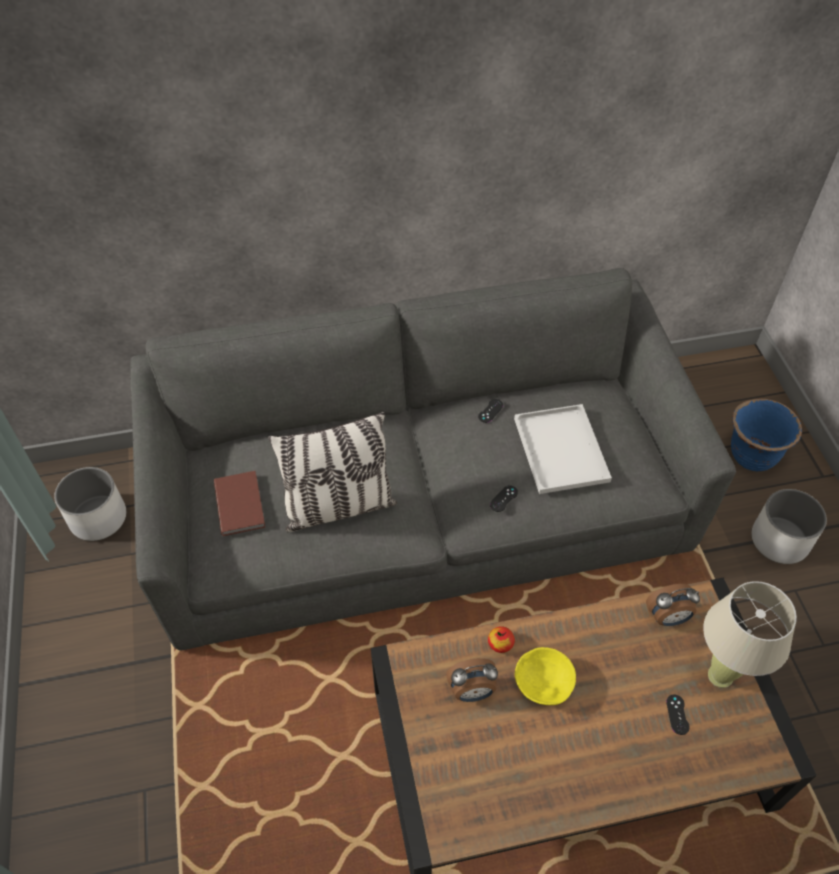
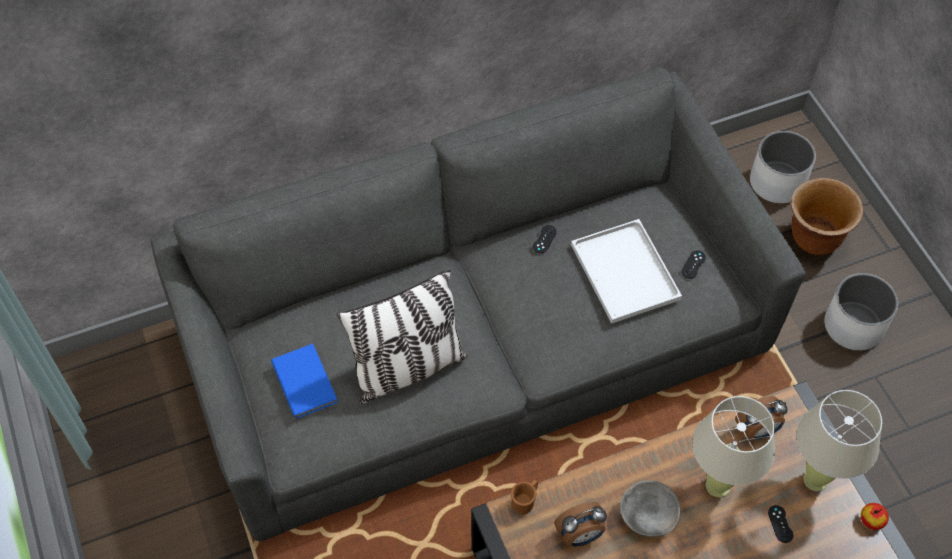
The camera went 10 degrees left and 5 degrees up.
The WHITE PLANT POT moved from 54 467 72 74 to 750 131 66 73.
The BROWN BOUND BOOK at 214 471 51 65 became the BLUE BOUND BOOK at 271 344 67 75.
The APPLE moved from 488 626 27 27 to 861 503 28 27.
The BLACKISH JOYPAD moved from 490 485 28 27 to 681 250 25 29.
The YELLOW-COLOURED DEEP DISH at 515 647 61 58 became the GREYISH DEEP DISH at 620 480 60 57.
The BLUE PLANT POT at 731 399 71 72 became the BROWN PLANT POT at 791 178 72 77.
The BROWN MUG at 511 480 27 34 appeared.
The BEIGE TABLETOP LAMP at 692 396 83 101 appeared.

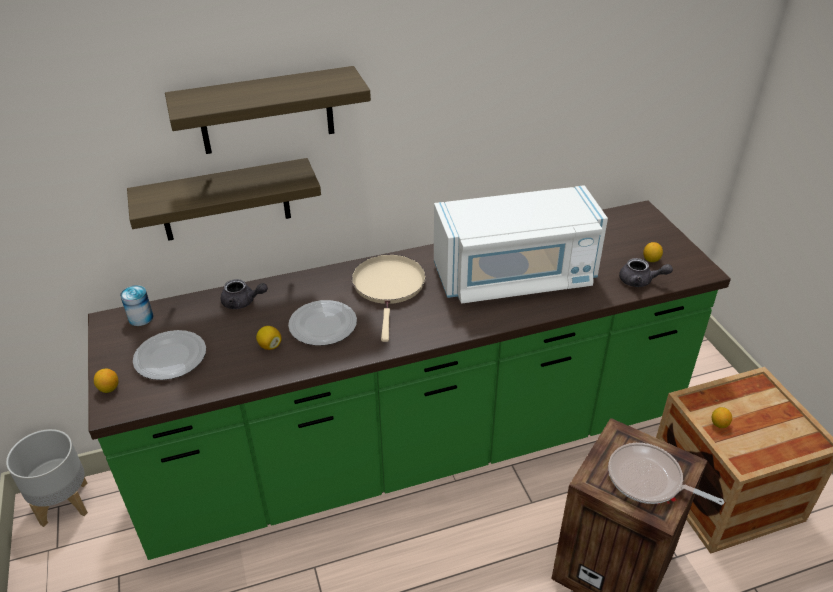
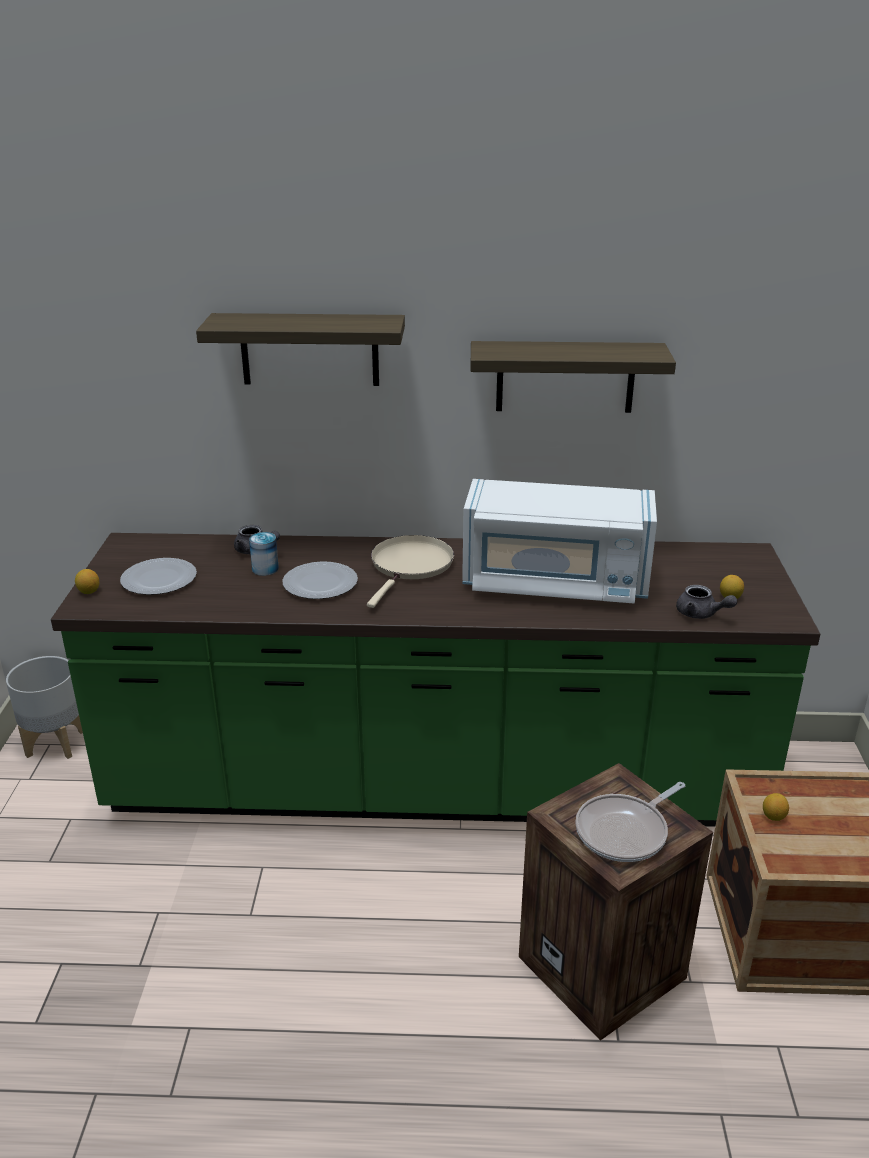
The camera went 20 degrees right and 10 degrees down.
The CAN moved from 120 285 33 41 to 249 532 30 44.
The BRACKET SHELF moved from 127 158 194 83 to 470 341 206 72.
The WHOLE LEMON at 256 326 26 24 disappeared.
The SKILLET at 608 443 116 62 turned 90 degrees counterclockwise.

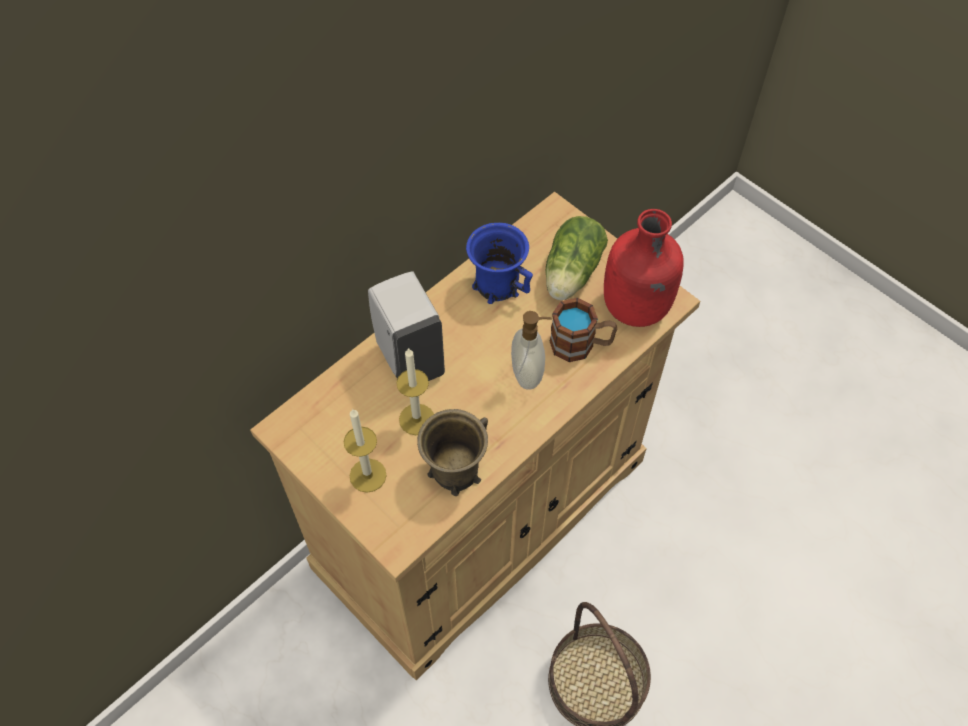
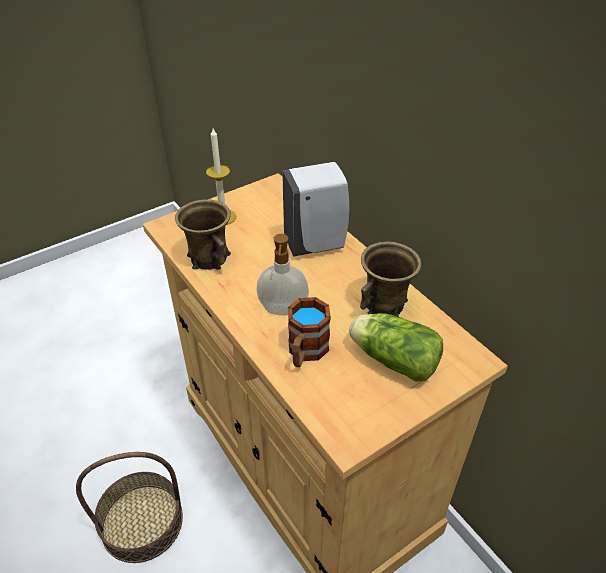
The camera went 100 degrees right and 15 degrees down.
The WAX LIGHT at 396 348 38 87 disappeared.
The BLUE MUG at 466 223 67 81 became the BROWN MUG at 360 242 62 75.
The REDDISH BEVERAGE BOTTLE at 604 209 80 118 disappeared.

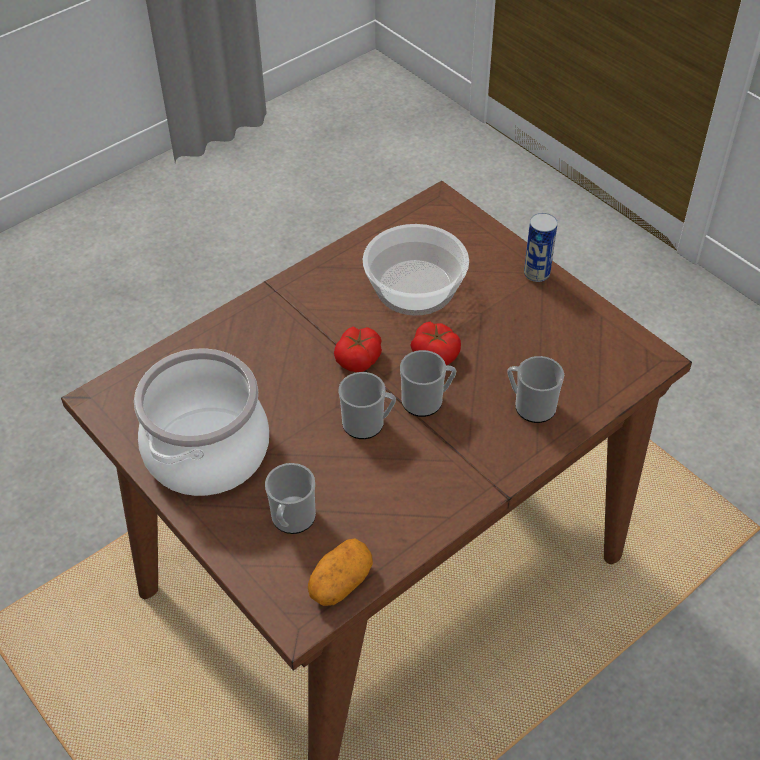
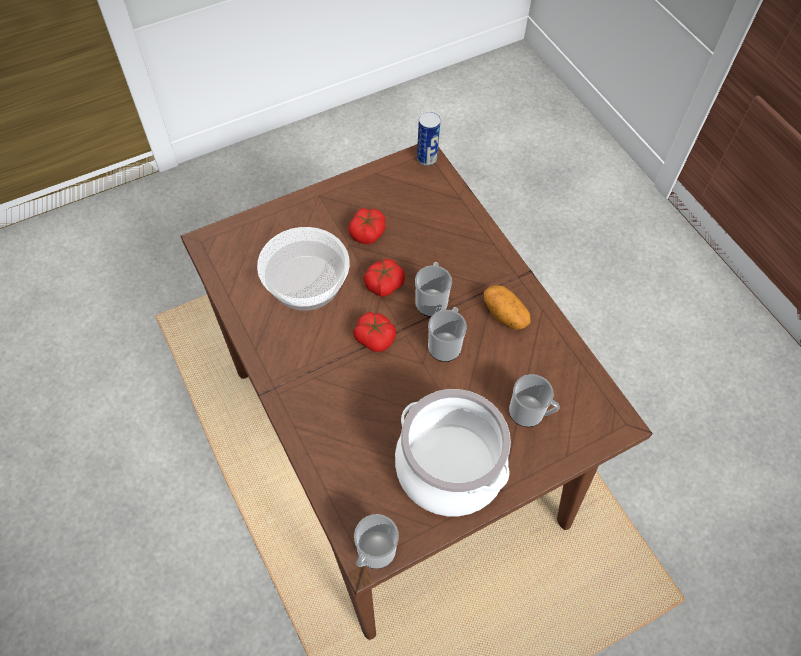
The camera went 80 degrees left and 10 degrees up.
The WHOLE POTATO moved from 308 538 65 68 to 484 285 47 45.
The MUG moved from 507 356 57 67 to 354 514 45 55.
The CAN moved from 524 213 34 69 to 417 112 23 54.
The TOMATO at 348 208 38 36 appeared.

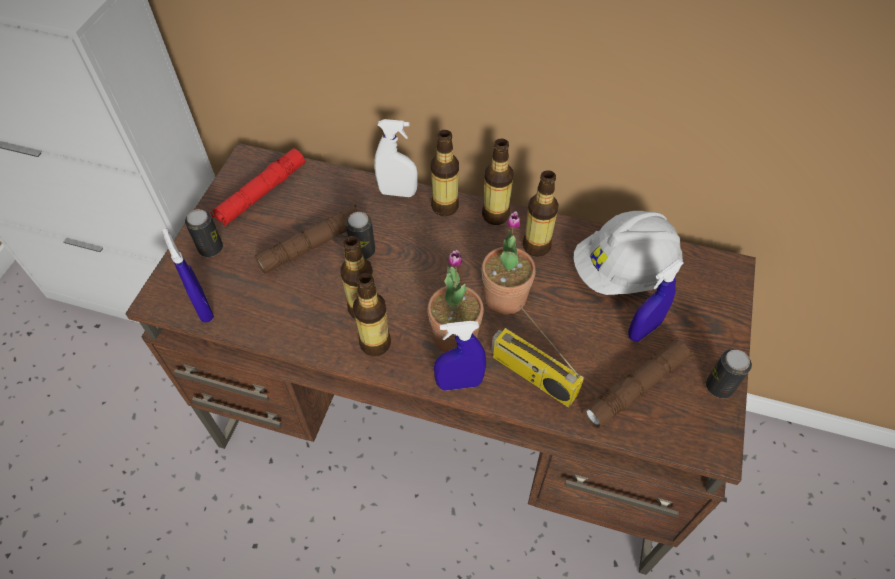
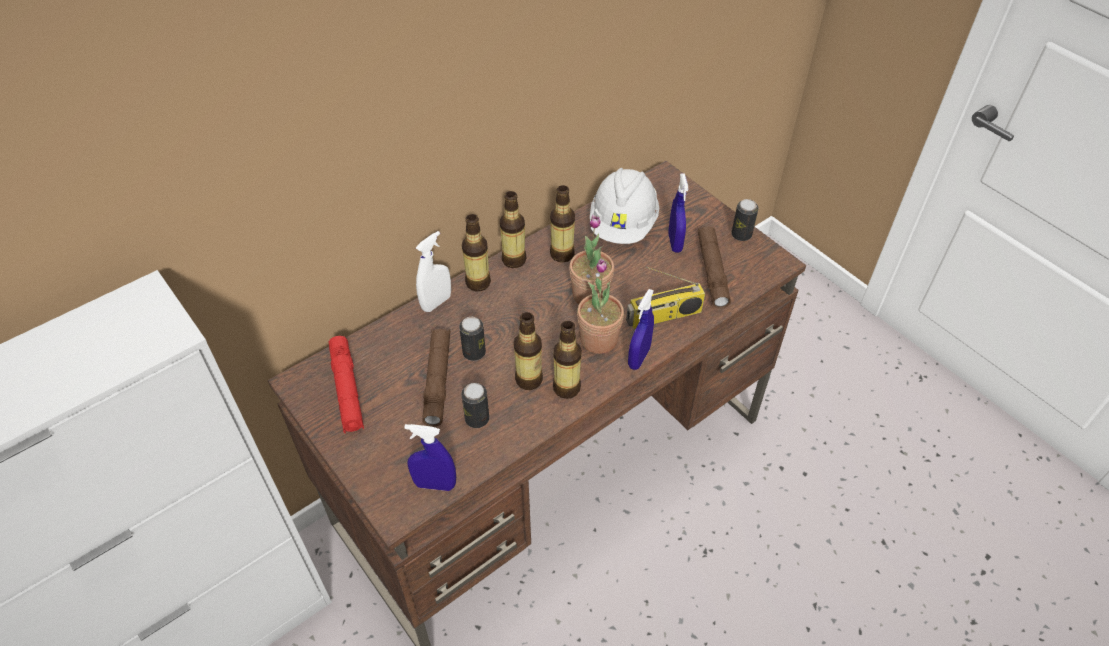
The camera went 55 degrees left and 5 degrees down.
The CAN moved from 185 209 38 48 to 461 383 28 45.

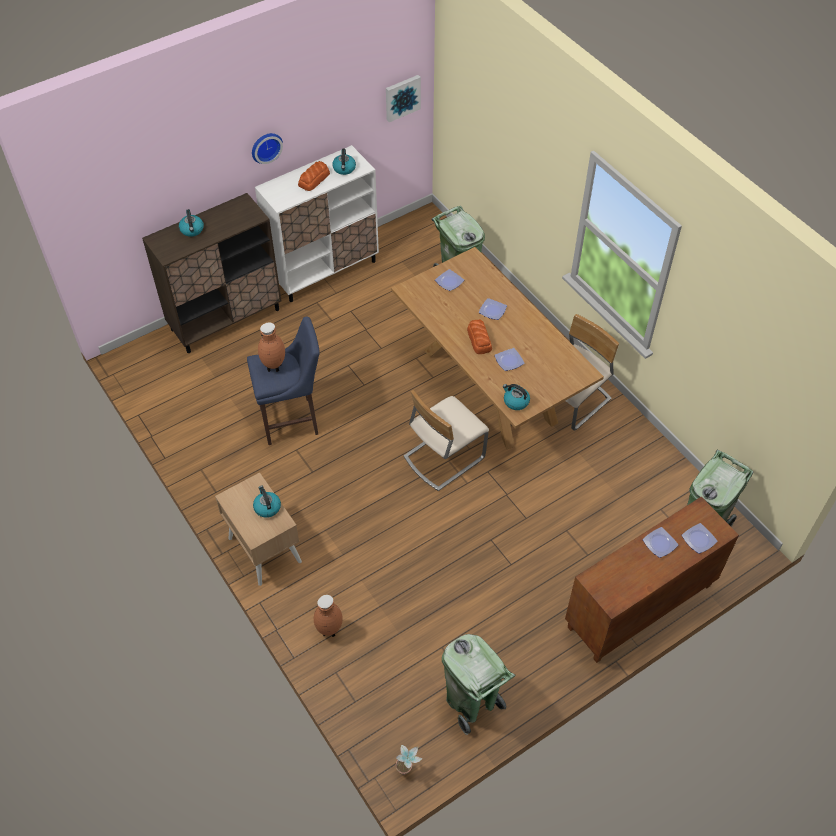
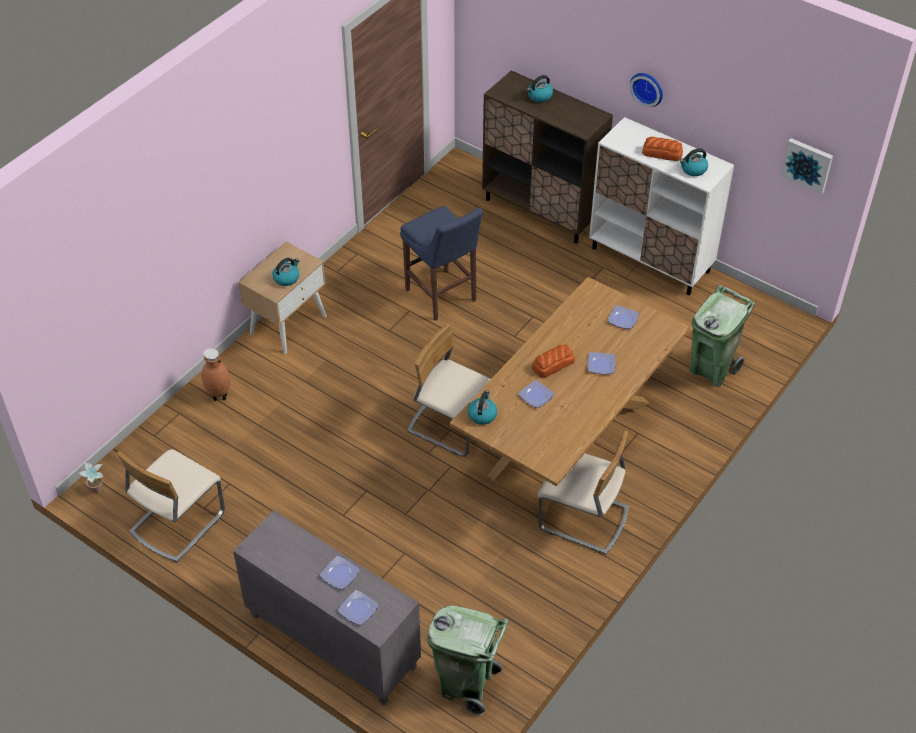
The camera went 70 degrees right and 5 degrees down.
The BROWN FLOWER VASE at 258 322 27 50 disappeared.
The GREEN-COLOURED TRASH CAN at 442 634 73 101 was replaced by the BEIGE UPRIGHT CHAIR at 117 449 108 113.
The BROWN CUPBOARD at 565 497 174 166 became the GREYISH CUPBOARD at 233 510 188 196.

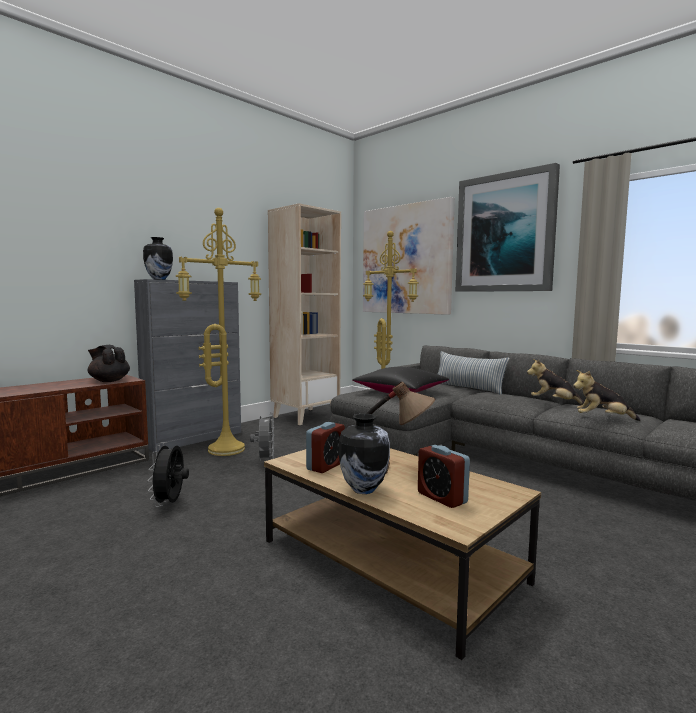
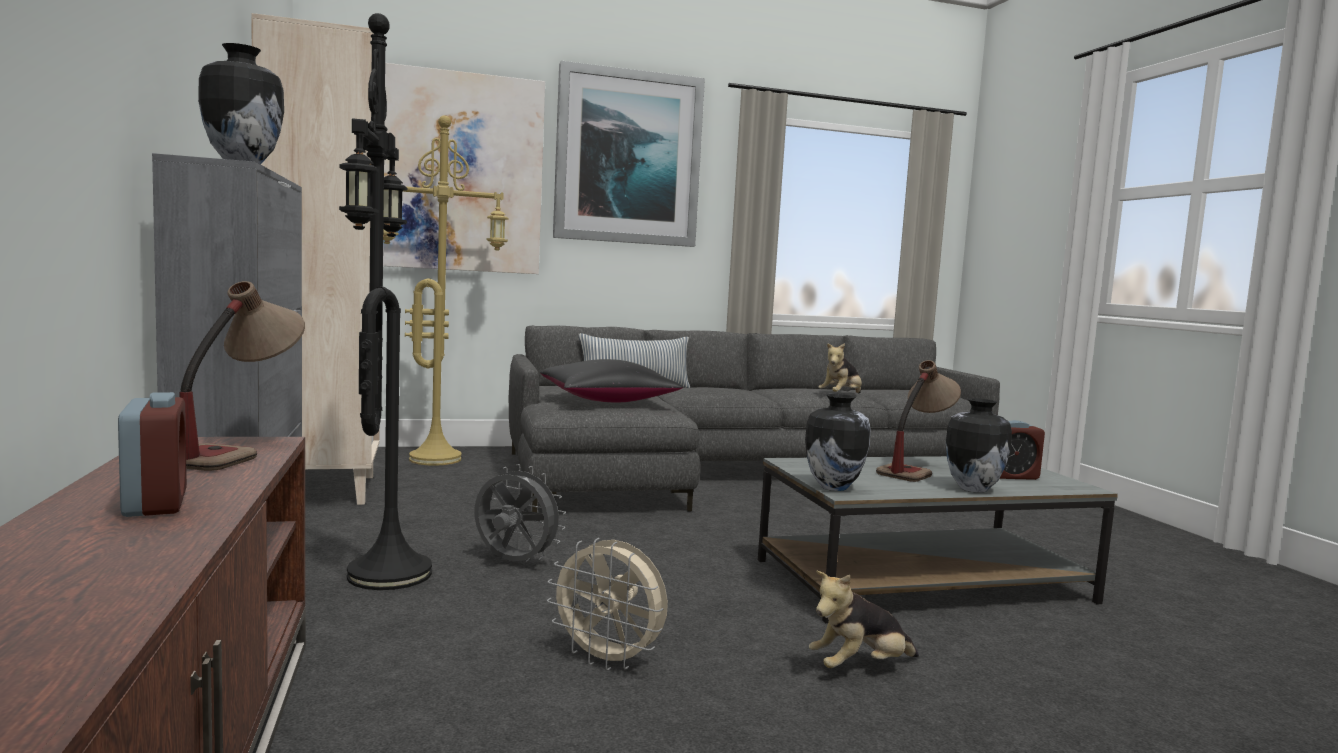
The camera went 60 degrees left and 0 degrees up.
The BLACKISH TEA POT at 88 345 42 37 was replaced by the TABLETOP LAMP at 179 281 126 190.
The BLACKISH COOLING FAN at 148 442 41 65 became the BEIGE COOLING FAN at 547 538 121 133.
The YELLOW-COLOURED STANDING LAMP at 176 208 85 248 became the BLACKISH STANDING LAMP at 339 13 93 577.
The BROWN LOW TABLE at 264 448 277 212 became the GREYISH LOW TABLE at 758 456 360 167.
The BEDSIDE CLOCK moved from 306 422 39 51 to 118 392 69 125.
The CUDDLY TOY moved from 527 359 62 48 to 809 571 110 97.
The FLOWER VASE at 805 394 66 97 appeared.

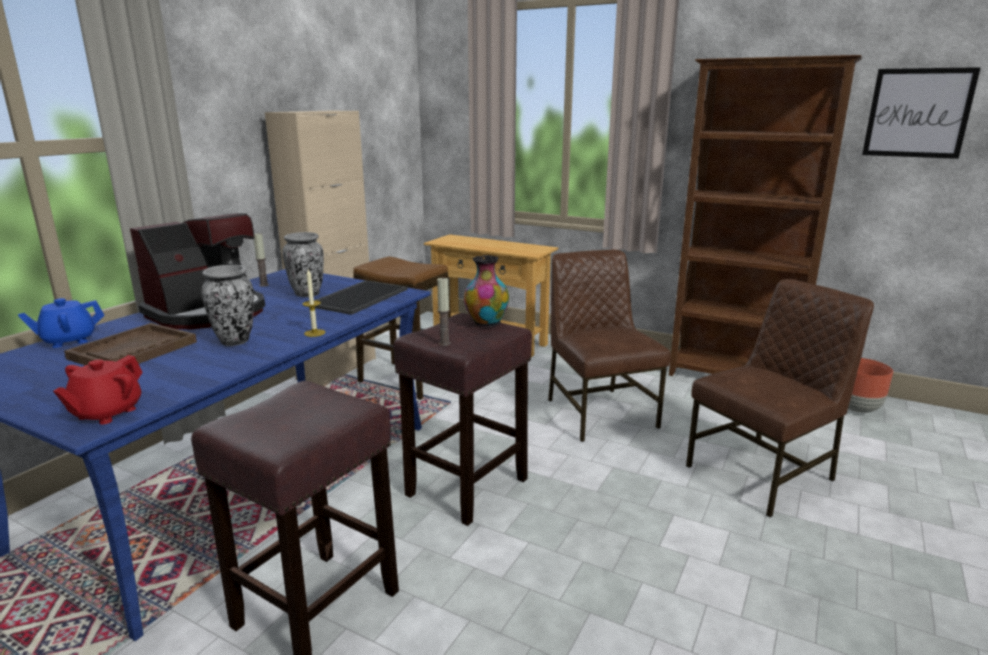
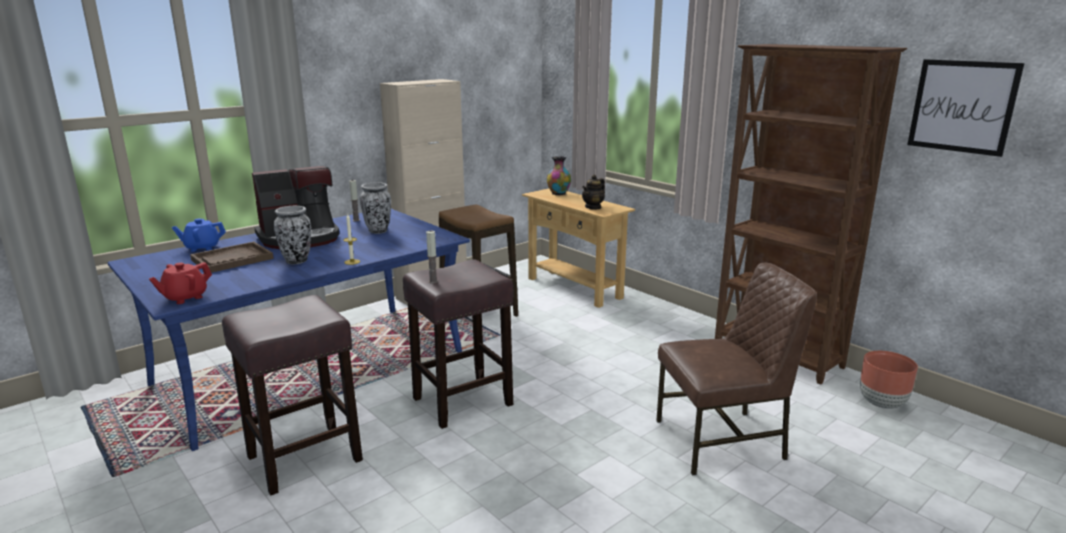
The camera went 20 degrees right and 0 degrees up.
The TRAY at 307 280 101 35 disappeared.
The FLOWER VASE moved from 464 255 45 72 to 547 156 24 39.
The BROWN UPRIGHT CHAIR at 548 250 123 192 disappeared.
The TEA POT at 582 174 23 36 appeared.

